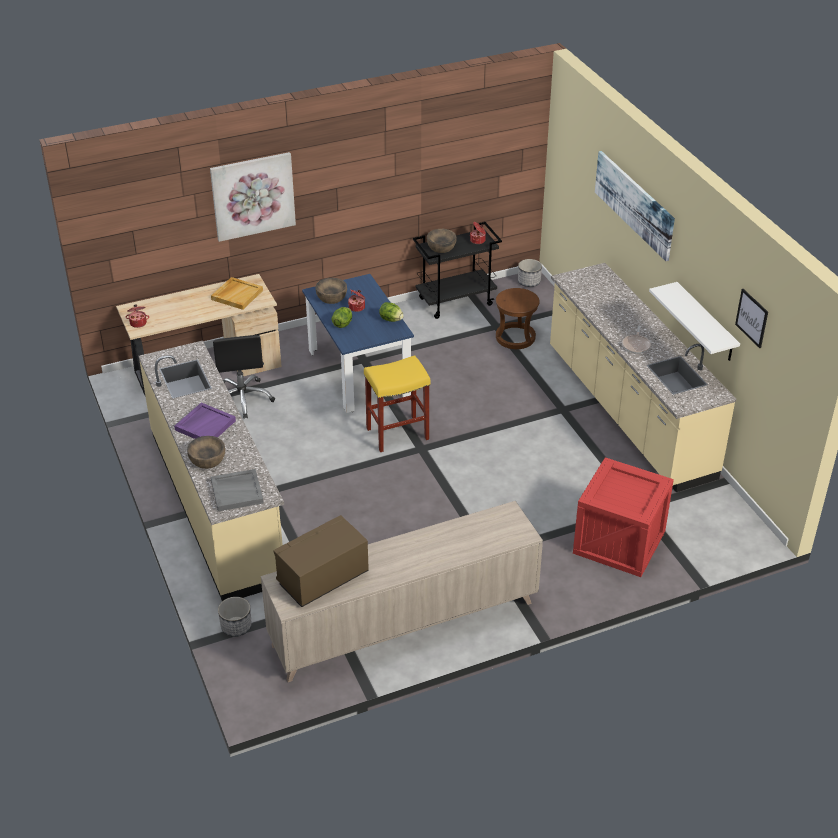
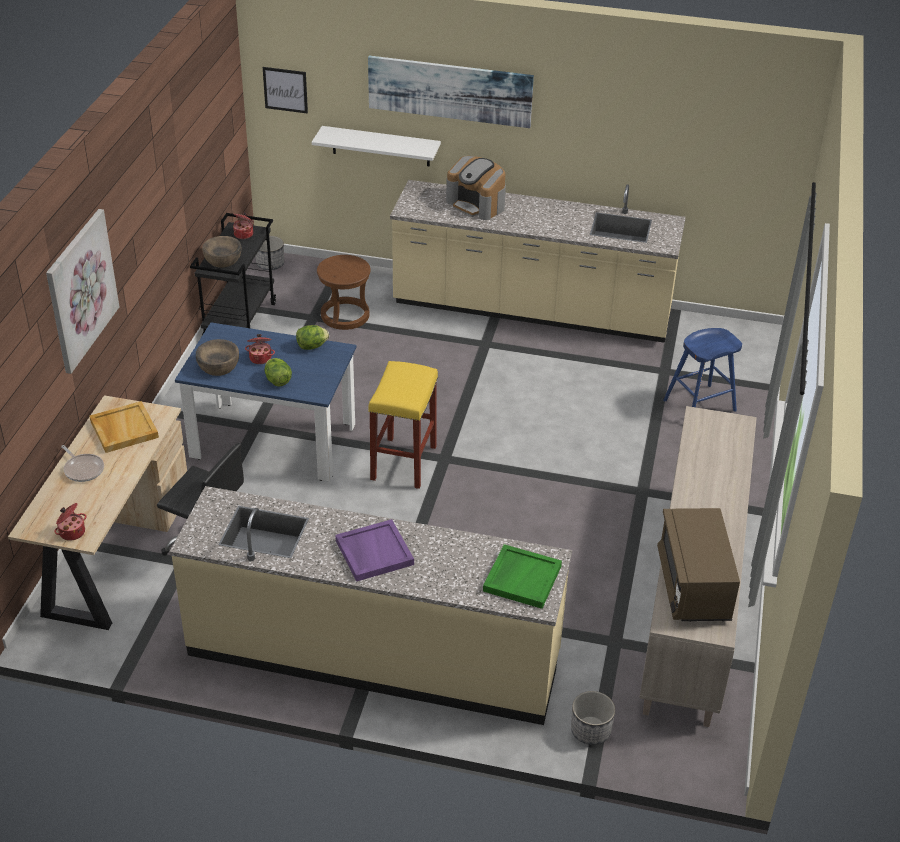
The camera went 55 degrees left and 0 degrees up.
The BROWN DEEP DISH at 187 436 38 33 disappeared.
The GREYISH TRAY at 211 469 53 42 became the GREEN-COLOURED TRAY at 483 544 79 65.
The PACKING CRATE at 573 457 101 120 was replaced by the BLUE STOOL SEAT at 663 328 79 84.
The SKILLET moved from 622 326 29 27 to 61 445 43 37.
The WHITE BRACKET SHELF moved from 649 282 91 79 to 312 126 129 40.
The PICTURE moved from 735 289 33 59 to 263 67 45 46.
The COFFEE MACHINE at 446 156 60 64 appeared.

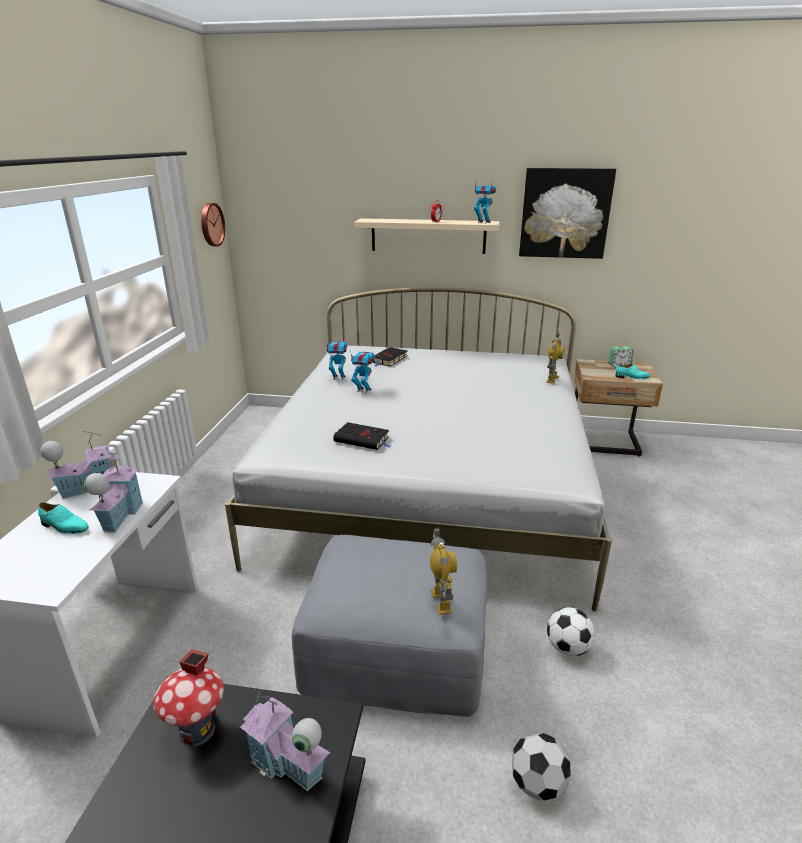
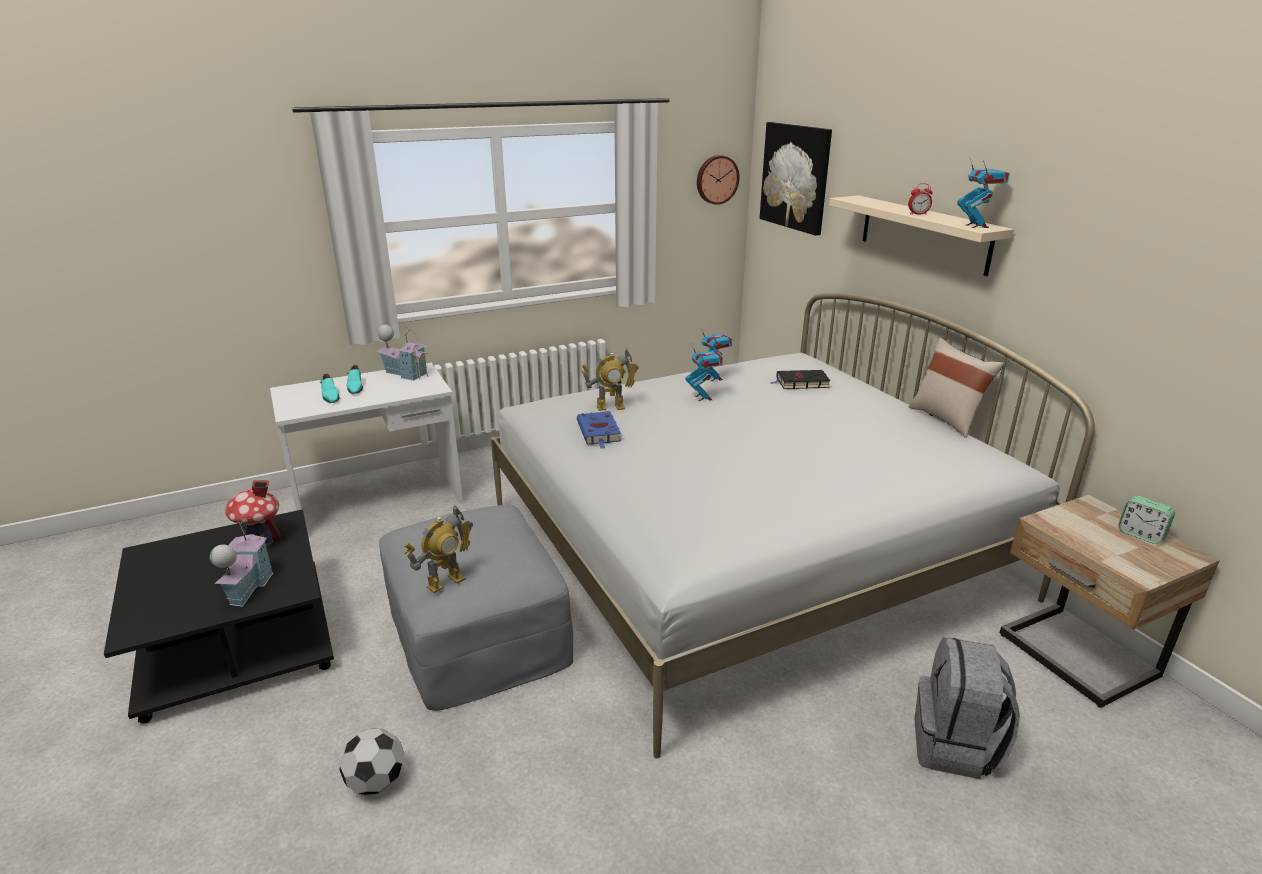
The camera went 55 degrees right and 0 degrees up.
The TOY HOUSE at 84 451 60 82 disappeared.
The BLACKISH BOUND BOOK at 333 422 58 28 became the BLUE BOUND BOOK at 577 411 44 38.
The PICTURE moved from 519 168 97 91 to 760 122 72 114.
The ROBOT FIGURE moved from 546 332 18 52 to 582 348 57 63.
The FOOTBALL BALL at 547 607 48 49 disappeared.
The TURQUOISE LOW SHOE moved from 615 364 35 15 to 320 373 19 30.
The BEIGE CUSHION at 909 337 95 101 appeared.
The GREYISH KNAPSACK at 914 637 106 142 appeared.

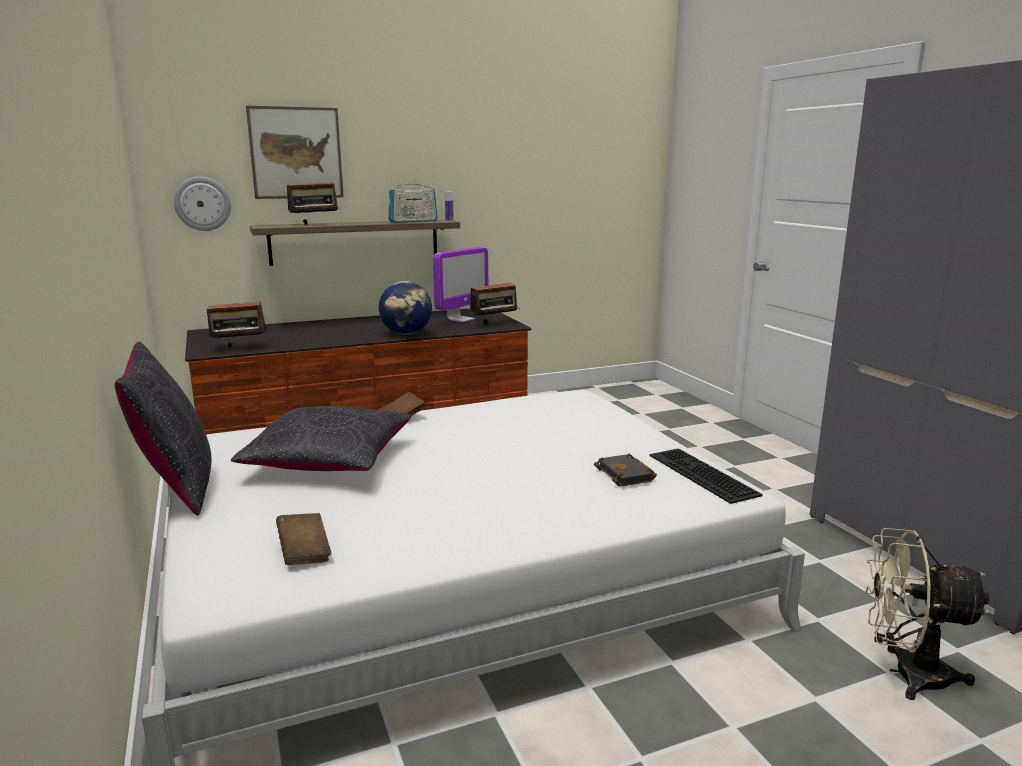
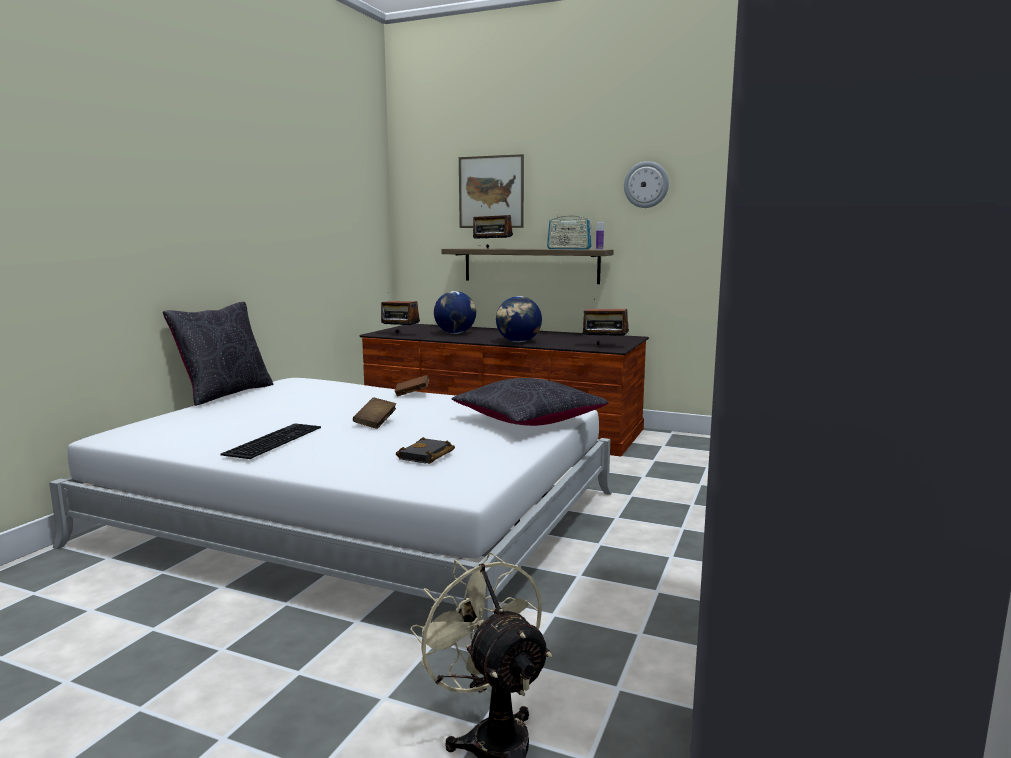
The camera went 45 degrees right and 5 degrees down.
The HANGING CLOCK moved from 174 177 57 54 to 624 161 45 47.
The BLACKISH CUSHION moved from 231 406 180 65 to 452 378 157 48.
The BROWN BOUND BOOK moved from 276 513 55 52 to 353 398 43 30.
The COMPUTER DISPLAY at 433 247 55 75 disappeared.
The KEYBOARD moved from 649 448 114 56 to 221 423 100 36.
The GLOBE at 434 291 42 43 appeared.

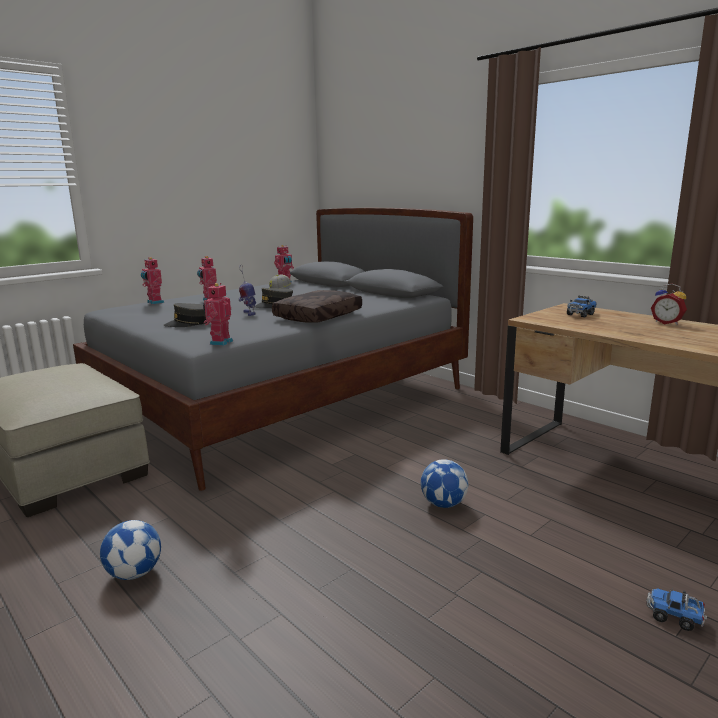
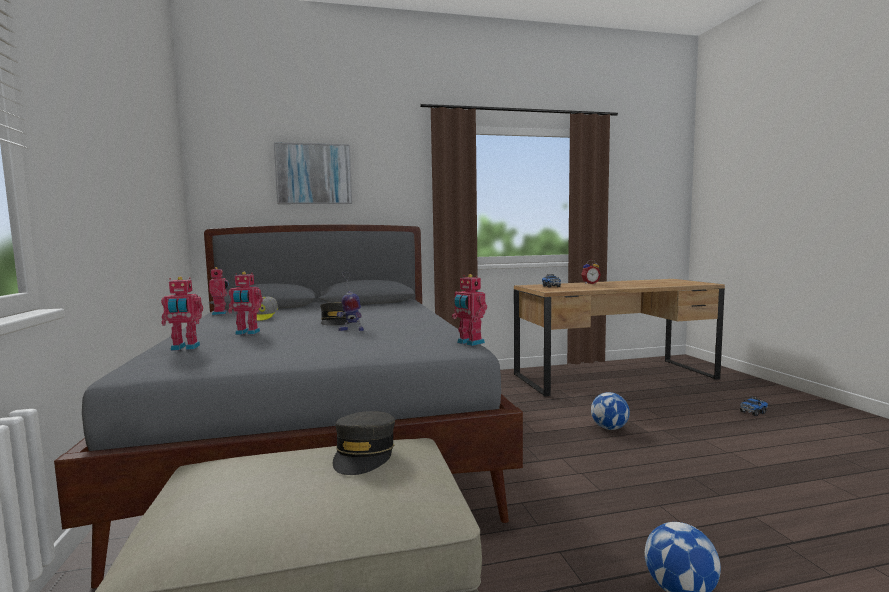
The camera went 60 degrees left and 10 degrees down.
The GREYISH BASEBALL CAP moved from 164 303 43 24 to 333 411 62 64.
The BROWN CUSHION at 272 290 90 33 disappeared.
The PICTURE at 274 142 78 62 appeared.

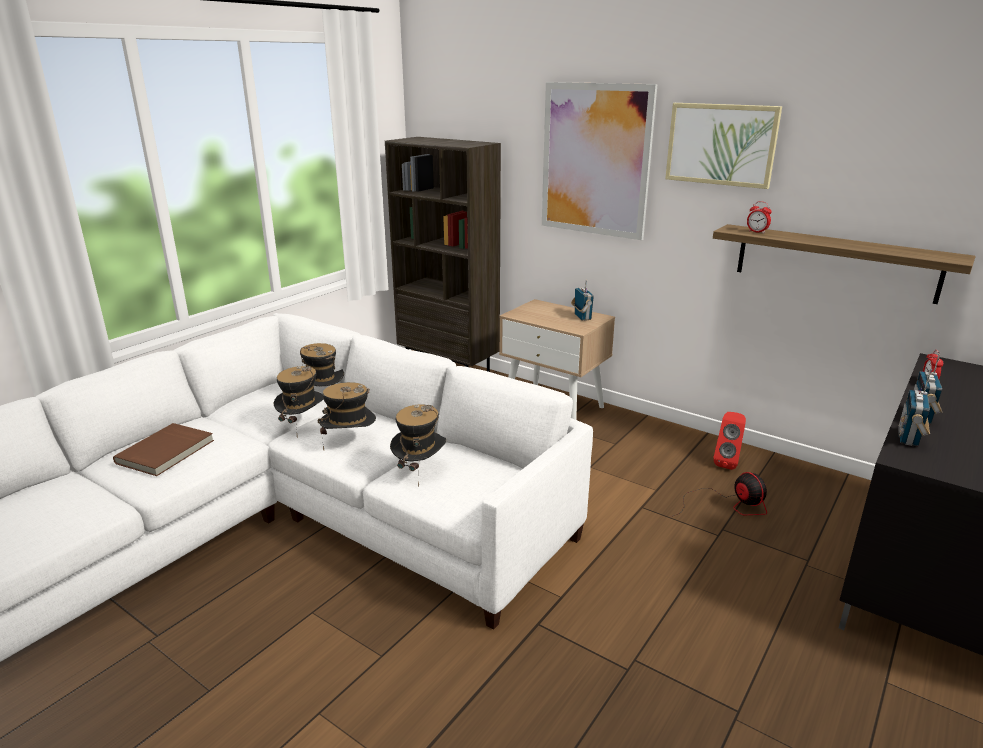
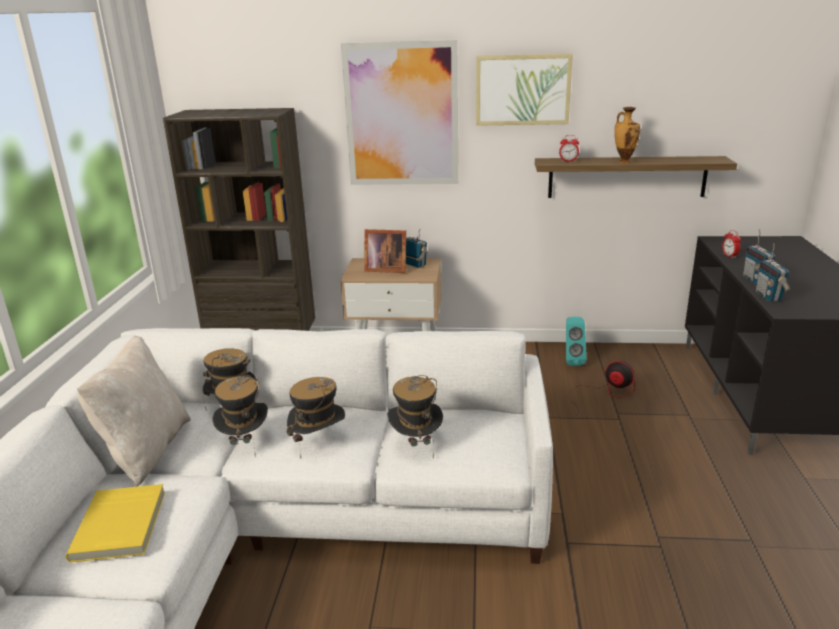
The camera went 30 degrees left and 0 degrees up.
The BROWN BOUND BOOK at 113 423 101 53 became the YELLOW-COLOURED BOUND BOOK at 66 484 99 79.
The REDDISH SPEAKER at 713 412 33 58 became the TURQUOISE SPEAKER at 566 317 21 49.
The BEIGE CUSHION at 77 336 114 151 appeared.
The STANDING FRAME at 364 229 42 44 appeared.
The FLOWER VASE at 614 107 26 56 appeared.

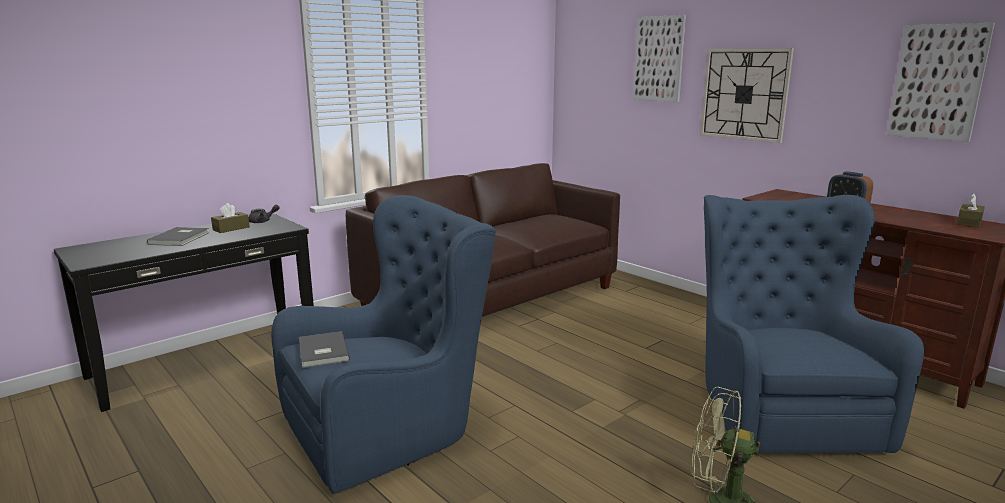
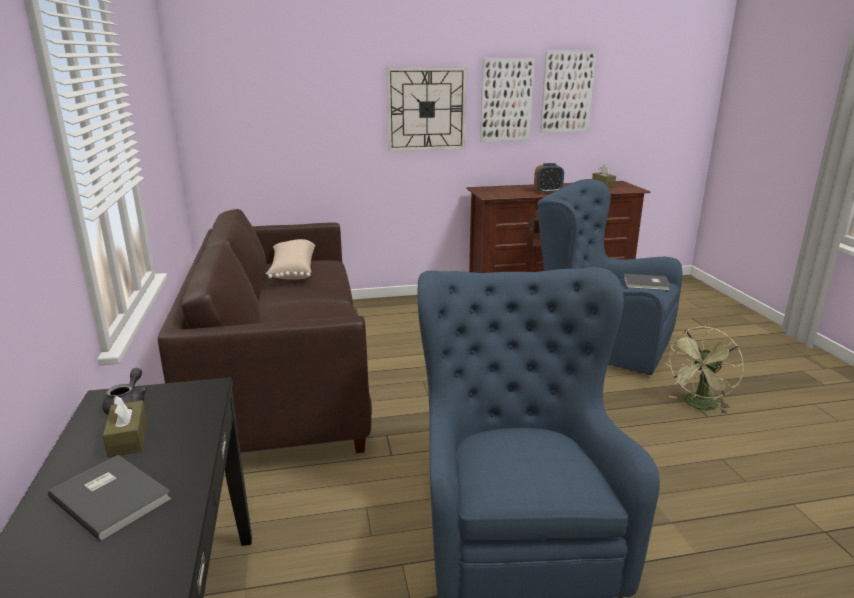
The camera went 60 degrees left and 5 degrees up.
The GREYISH BOUND BOOK moved from 299 331 51 37 to 624 274 47 16.
The PICTURE moved from 634 15 52 87 to 480 59 55 82.
The BEIGE CUSHION at 266 239 49 41 appeared.

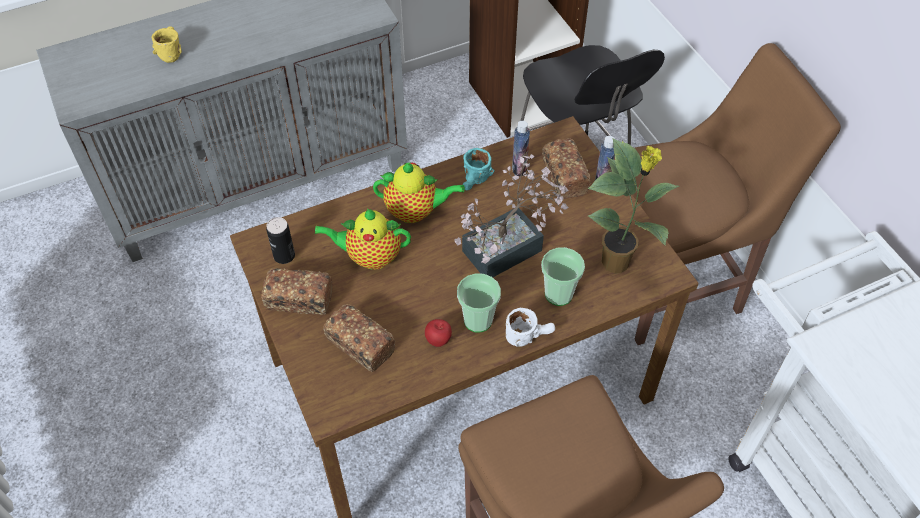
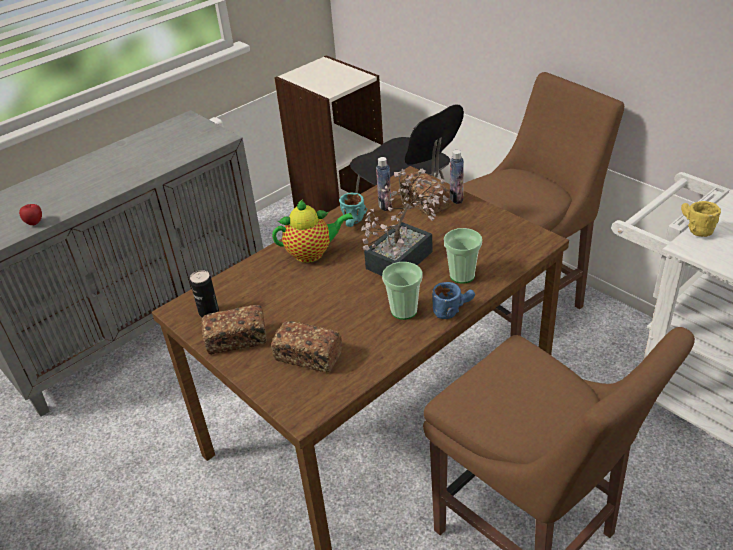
The camera went 15 degrees left and 15 degrees down.
The YELLOW-COLOURED MUG moved from 151 26 31 37 to 681 201 40 36.
The TEA POT at 315 209 96 61 disappeared.
The APPLE moved from 425 319 27 28 to 19 204 23 21.
The WHITE MUG at 506 308 49 39 became the BLUE MUG at 432 282 43 37.
The HOUSEPLANT at 588 138 91 136 disappeared.

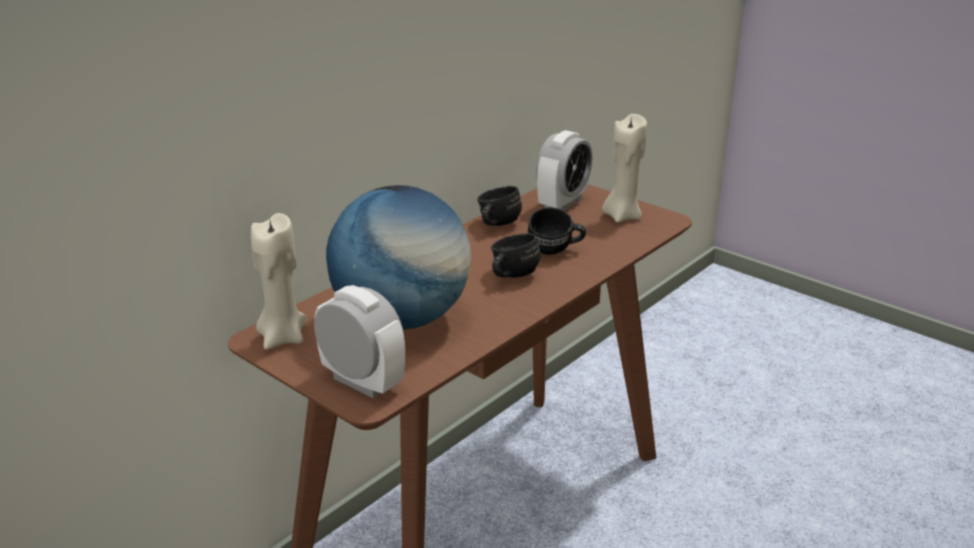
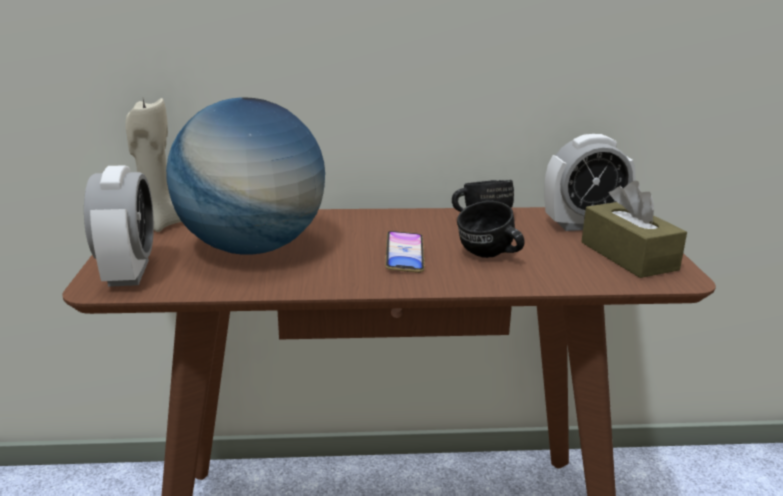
The camera went 45 degrees right and 5 degrees down.
The BLACKISH MUG at 491 233 49 45 was replaced by the PHONE at 385 231 40 42.
The BEIGE WAX LIGHT at 602 114 45 109 was replaced by the BROWN BOX OF TISSUES at 581 181 106 97.

